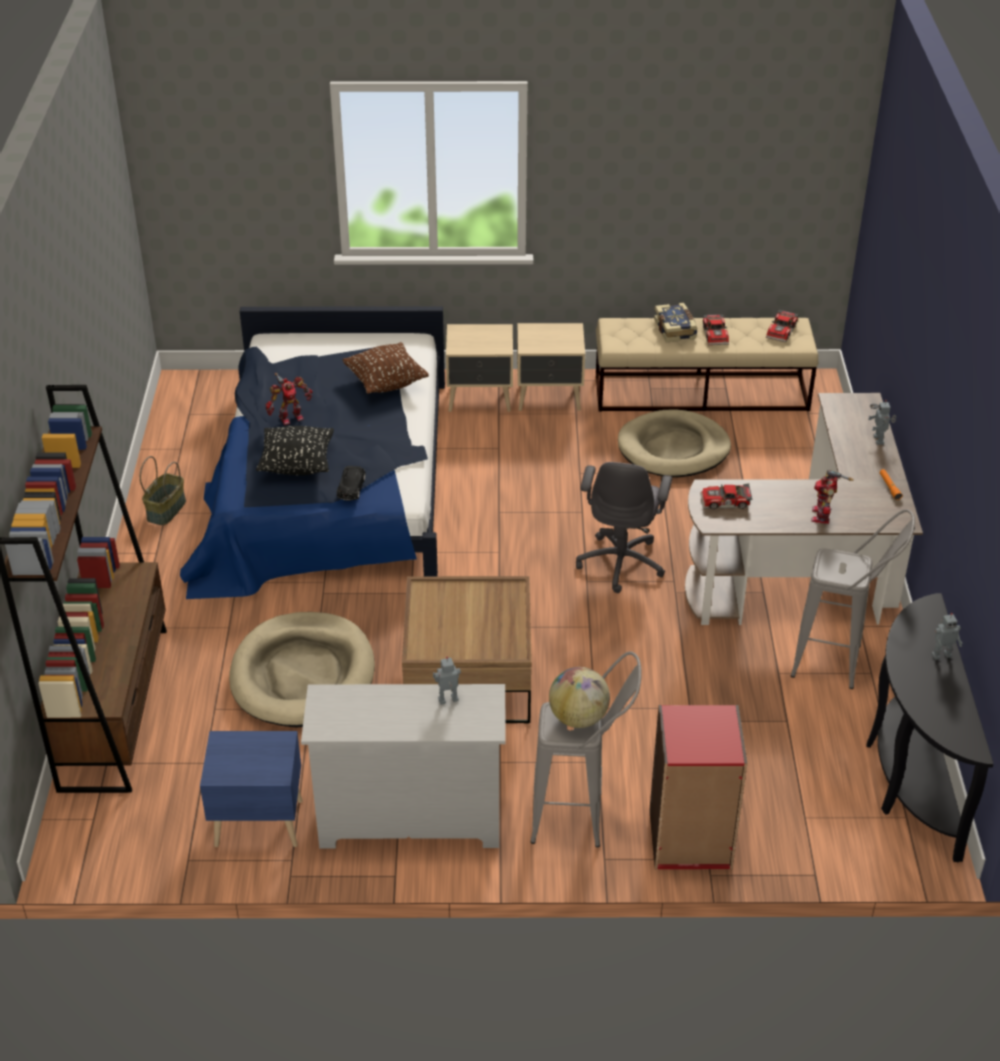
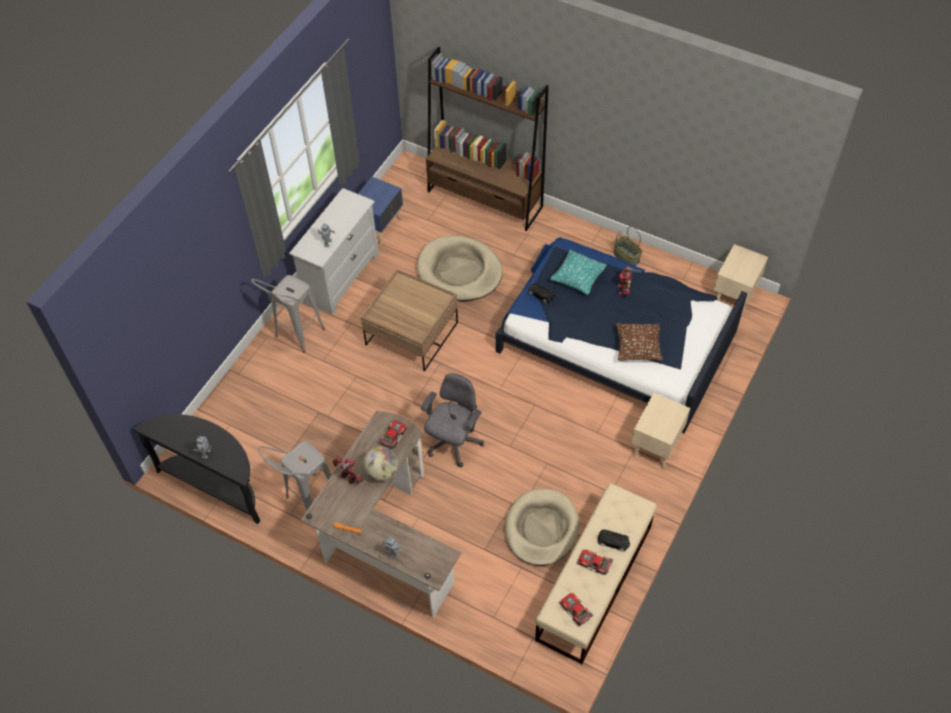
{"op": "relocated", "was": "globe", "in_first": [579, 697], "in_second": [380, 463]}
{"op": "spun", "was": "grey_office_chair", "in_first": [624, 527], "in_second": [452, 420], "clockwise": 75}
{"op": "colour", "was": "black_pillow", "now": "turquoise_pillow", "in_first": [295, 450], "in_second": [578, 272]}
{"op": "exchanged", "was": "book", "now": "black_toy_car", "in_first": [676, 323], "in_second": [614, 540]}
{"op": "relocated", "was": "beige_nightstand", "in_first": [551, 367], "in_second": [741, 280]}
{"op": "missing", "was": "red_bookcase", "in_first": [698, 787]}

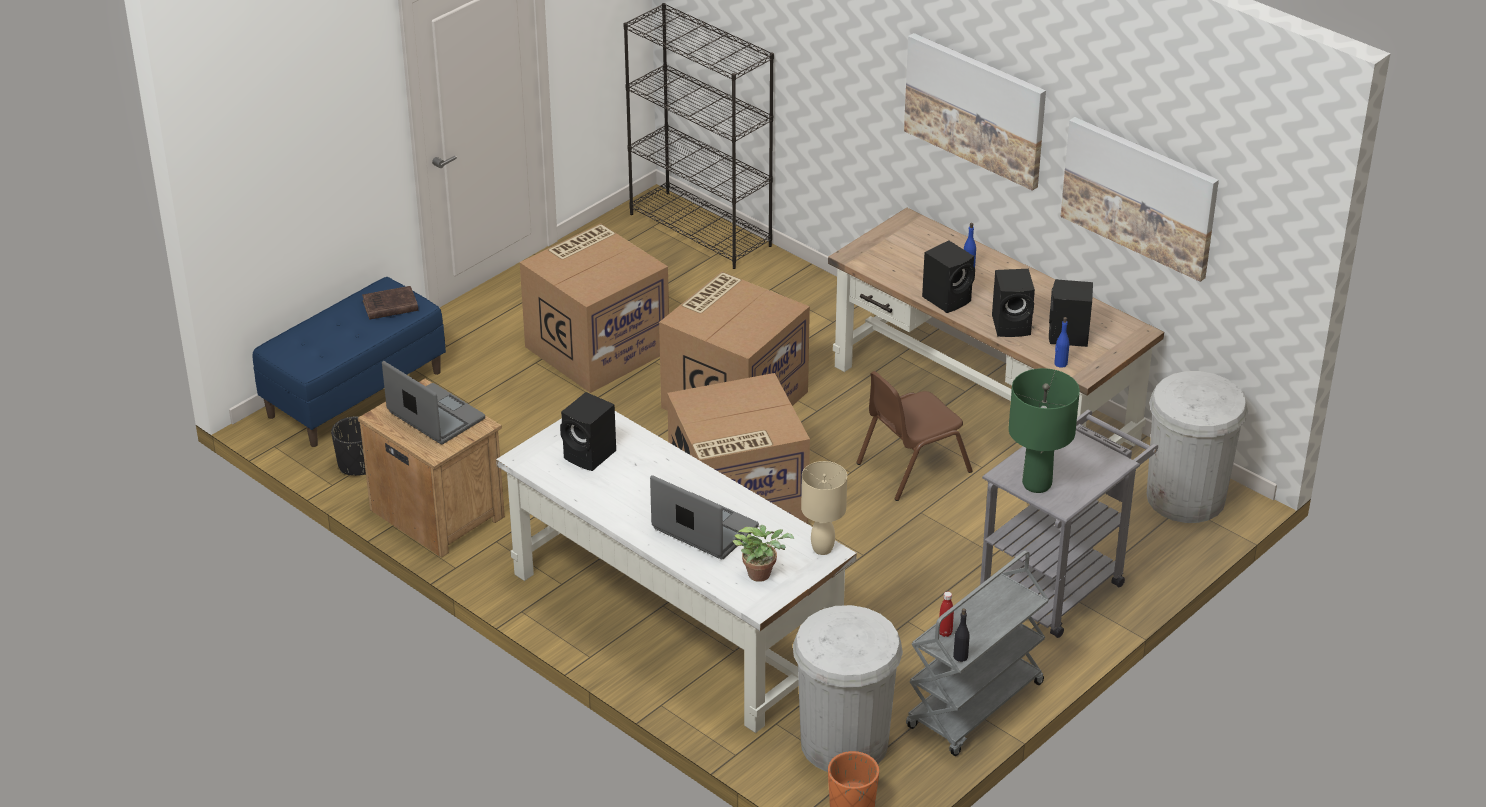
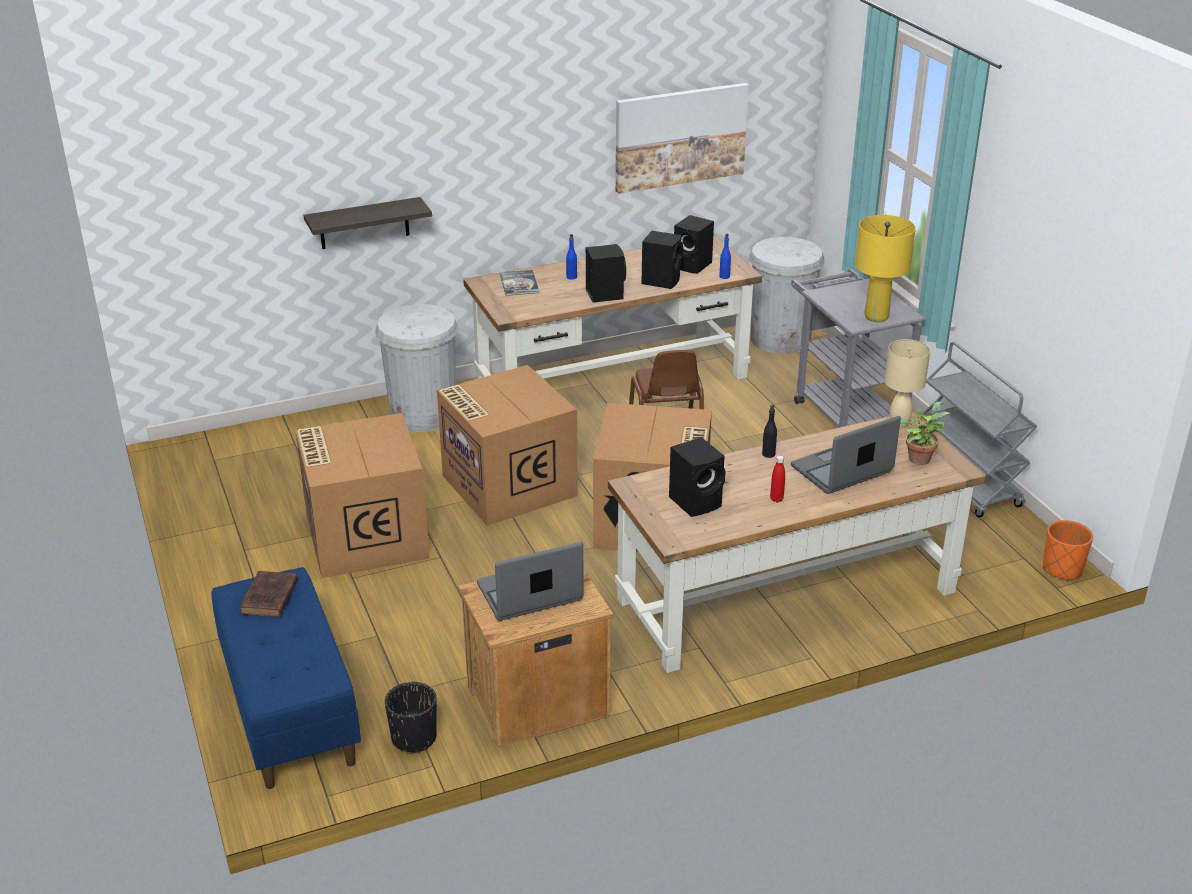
{"op": "appeared", "now": "shelf", "in_second": [367, 223]}
{"op": "relocated", "was": "white_trash_can", "in_first": [848, 688], "in_second": [416, 368]}
{"op": "appeared", "now": "book", "in_second": [519, 283]}
{"op": "colour", "was": "white_desk", "now": "brown_desk", "in_first": [676, 572], "in_second": [797, 542]}
{"op": "relocated", "was": "black_bottle", "in_first": [961, 635], "in_second": [769, 431]}
{"op": "relocated", "was": "red_bottle", "in_first": [946, 614], "in_second": [777, 478]}
{"op": "colour", "was": "green_table_lamp", "now": "yellow_table_lamp", "in_first": [1044, 430], "in_second": [885, 268]}
{"op": "missing", "was": "black_bookcase", "in_first": [698, 136]}
{"op": "missing", "was": "picture", "in_first": [975, 112]}

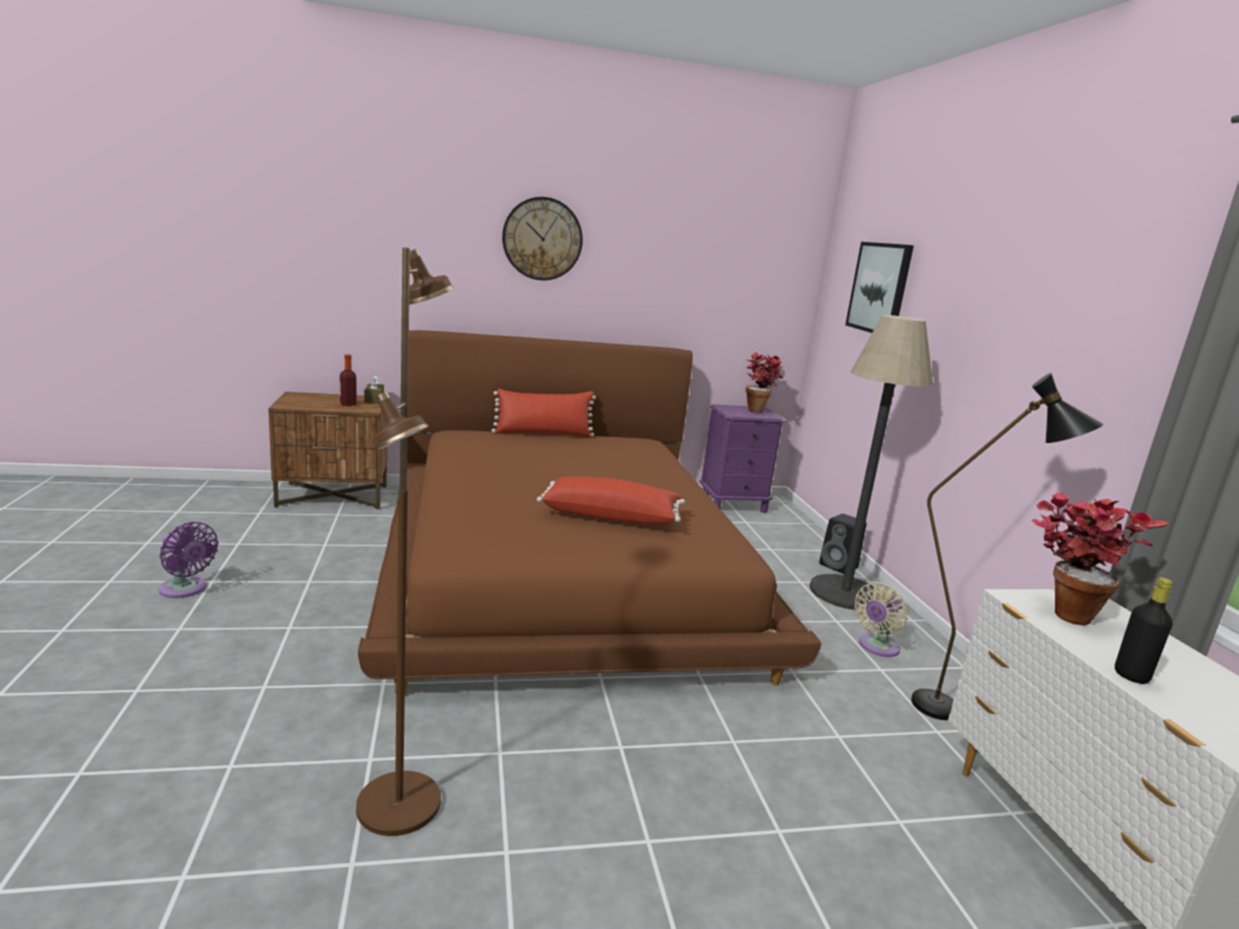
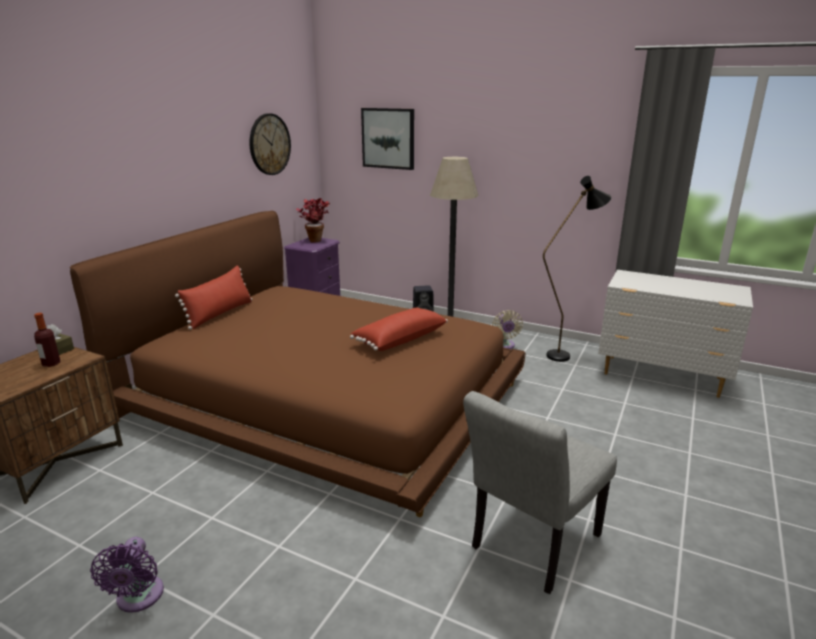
{"op": "spun", "was": "purple_fan", "in_first": [189, 560], "in_second": [127, 575], "clockwise": 105}
{"op": "relocated", "was": "wall_clock", "in_first": [542, 238], "in_second": [270, 144]}
{"op": "exchanged", "was": "brown_floor_lamp", "now": "grey_chair", "in_first": [405, 541], "in_second": [540, 492]}
{"op": "missing", "was": "potted_plant", "in_first": [1100, 559]}
{"op": "missing", "was": "black_bottle", "in_first": [1144, 630]}

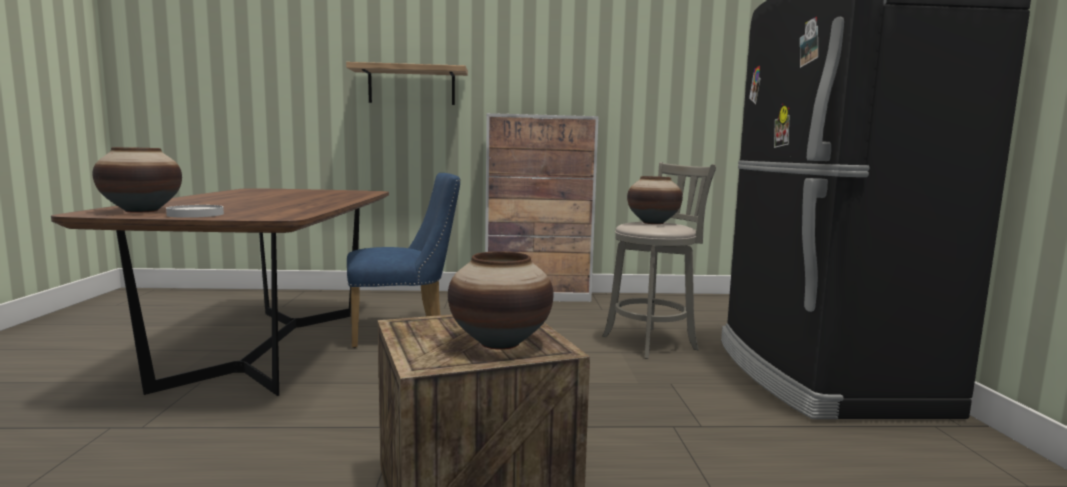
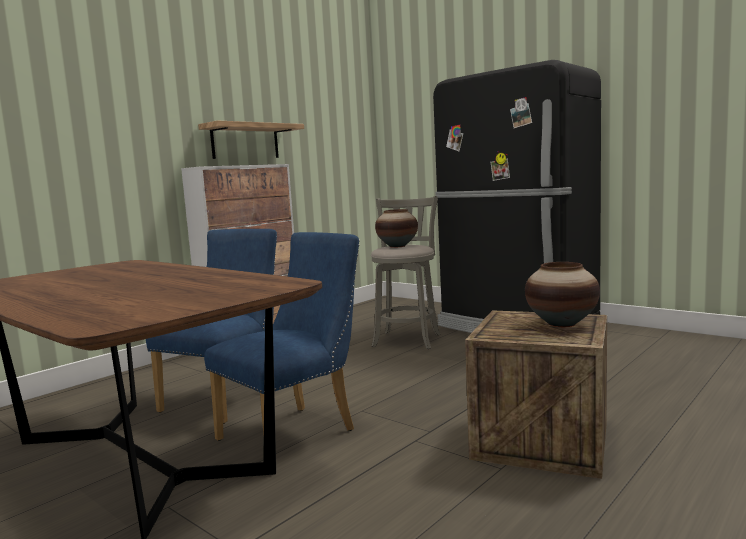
{"op": "relocated", "was": "shelf", "in_first": [407, 83], "in_second": [251, 140]}
{"op": "appeared", "now": "blue_chair", "in_second": [282, 336]}
{"op": "missing", "was": "vase", "in_first": [137, 180]}
{"op": "missing", "was": "white_plate", "in_first": [195, 211]}

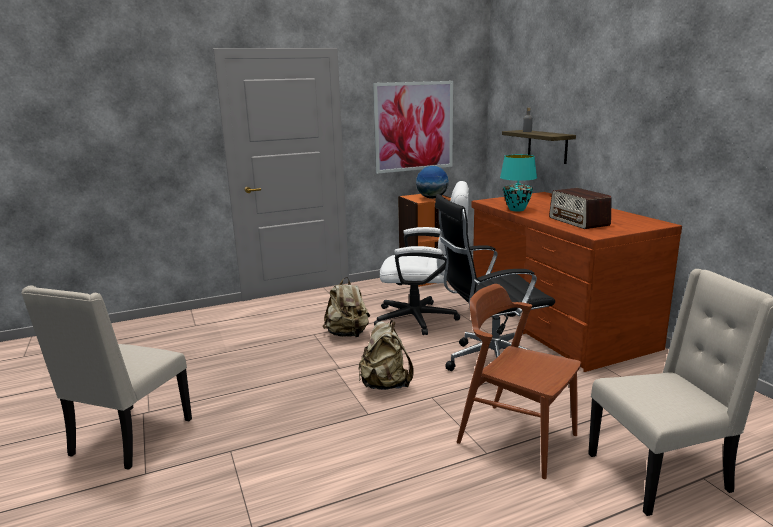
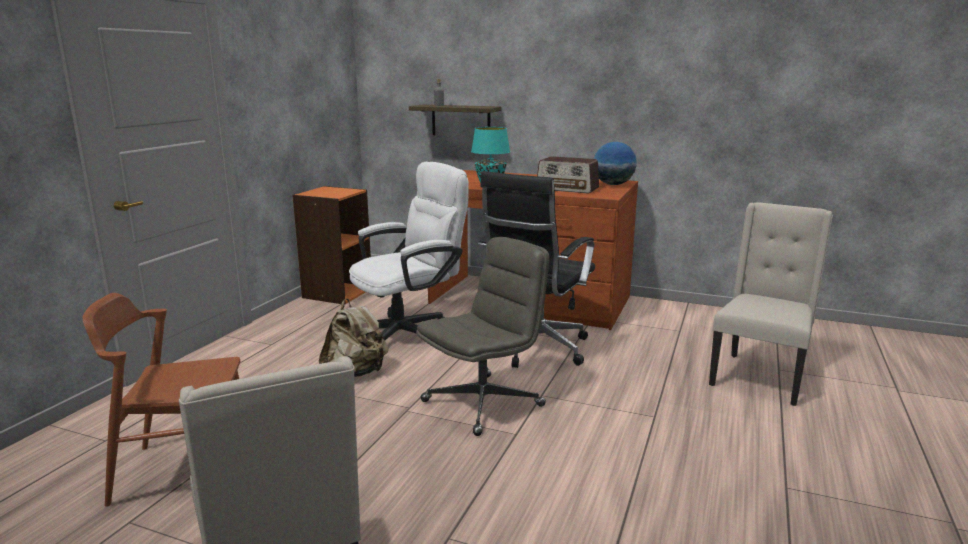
{"op": "relocated", "was": "brown_chair", "in_first": [519, 381], "in_second": [161, 400]}
{"op": "exchanged", "was": "beige_backpack", "now": "grey_office_chair", "in_first": [386, 355], "in_second": [482, 336]}
{"op": "relocated", "was": "globe", "in_first": [432, 182], "in_second": [615, 163]}
{"op": "missing", "was": "picture", "in_first": [413, 127]}

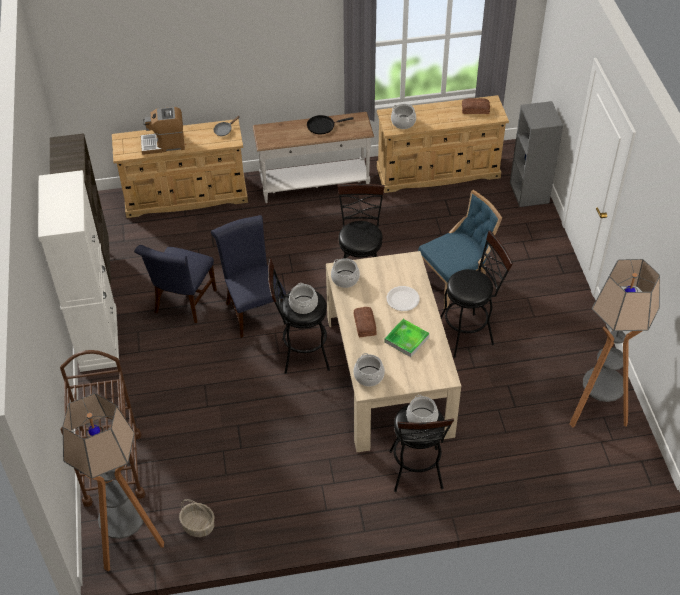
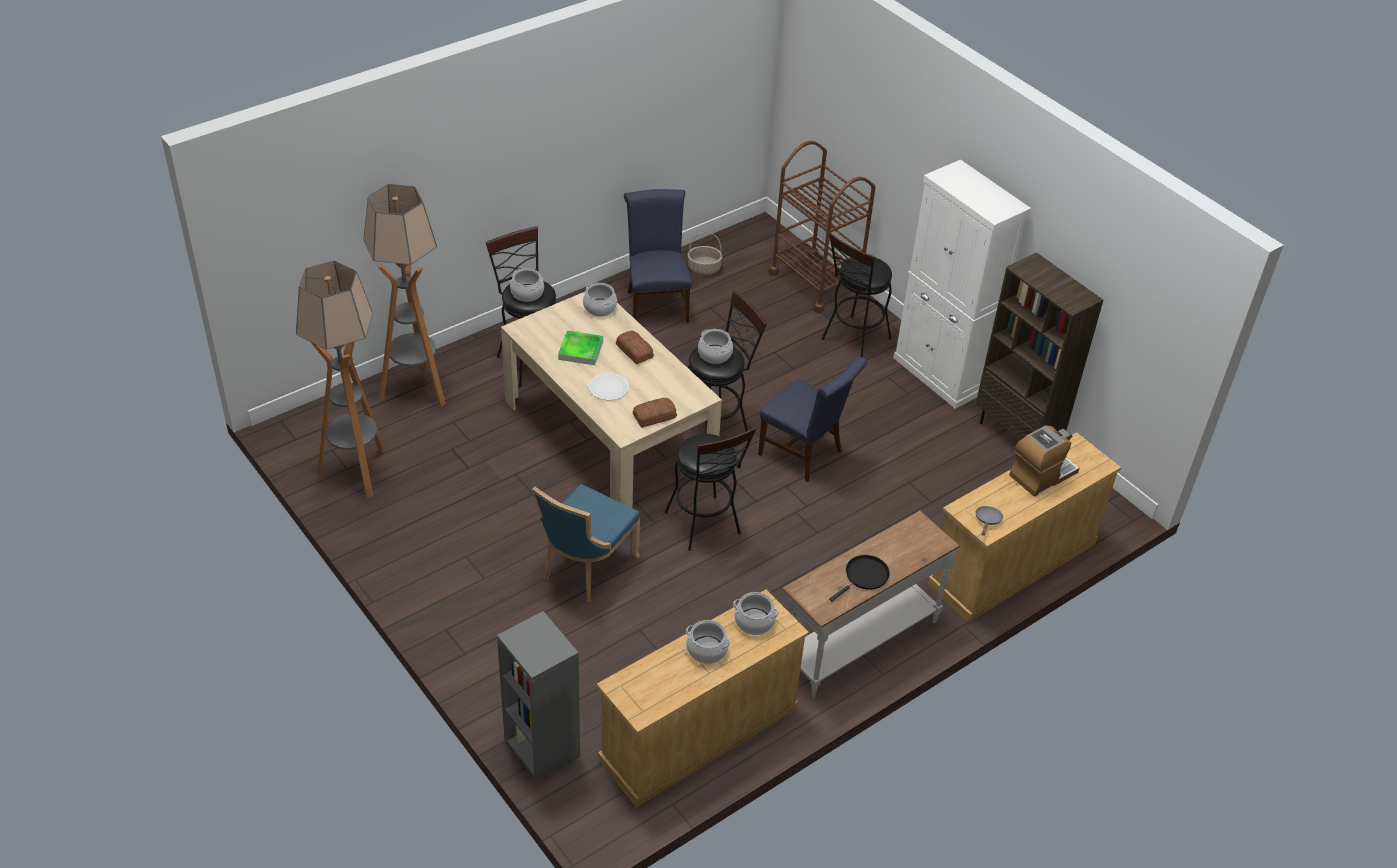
{"op": "relocated", "was": "floor_lamp", "in_first": [113, 482], "in_second": [404, 295]}
{"op": "relocated", "was": "blue_chair", "in_first": [175, 284], "in_second": [658, 256]}
{"op": "relocated", "was": "bread", "in_first": [476, 106], "in_second": [655, 413]}
{"op": "relocated", "was": "cooking_pot", "in_first": [345, 273], "in_second": [708, 642]}
{"op": "relocated", "was": "black_stool", "in_first": [477, 294], "in_second": [856, 295]}

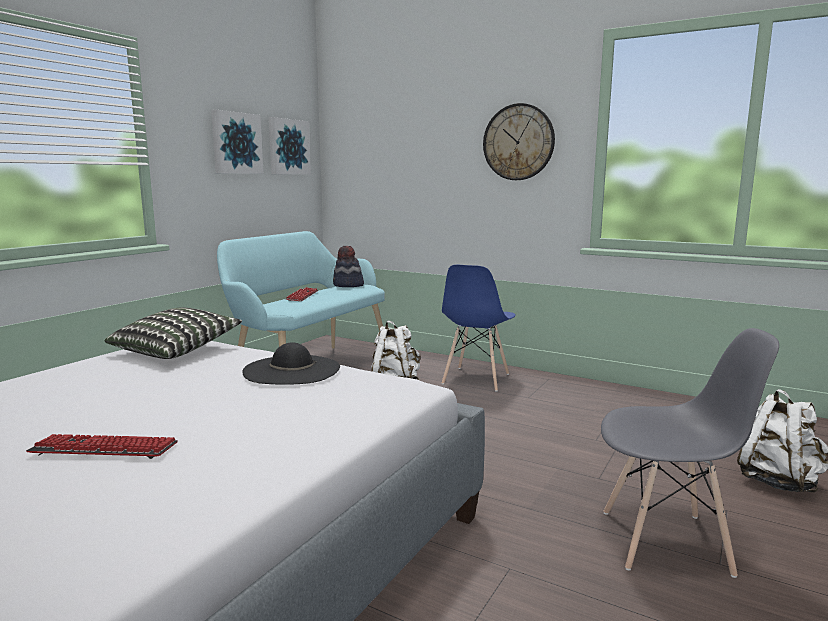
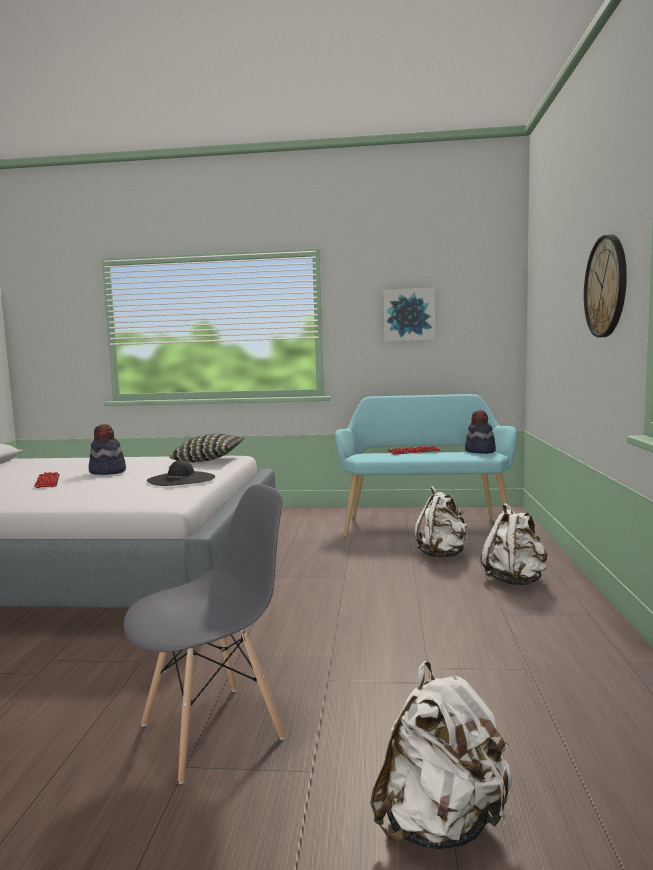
{"op": "appeared", "now": "hat", "in_second": [107, 449]}
{"op": "spun", "was": "grey_chair", "in_first": [690, 453], "in_second": [204, 634], "clockwise": -105}
{"op": "exchanged", "was": "blue_chair", "now": "white_backpack", "in_first": [479, 328], "in_second": [514, 544]}
{"op": "missing", "was": "picture", "in_first": [289, 146]}

